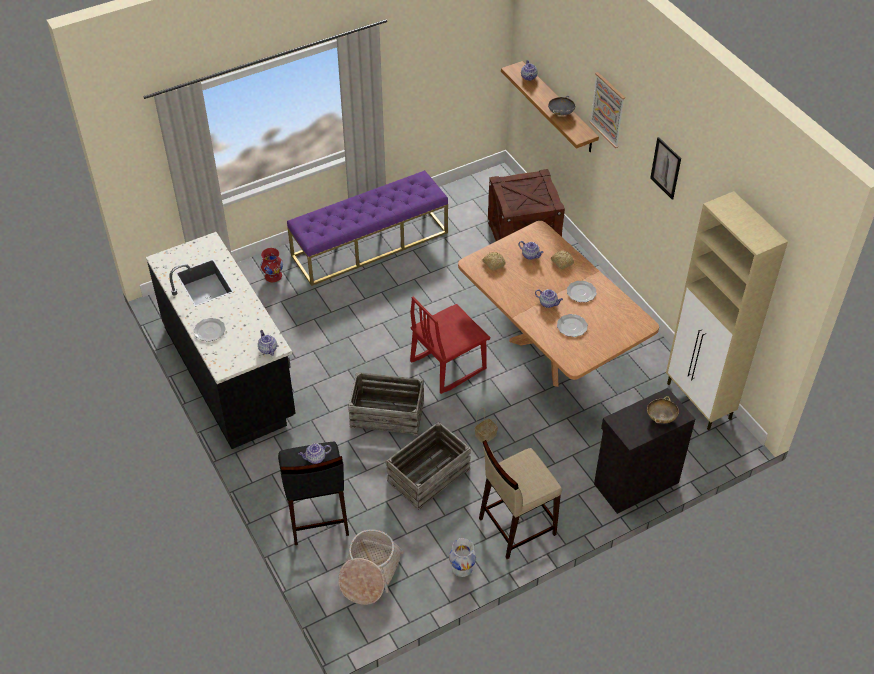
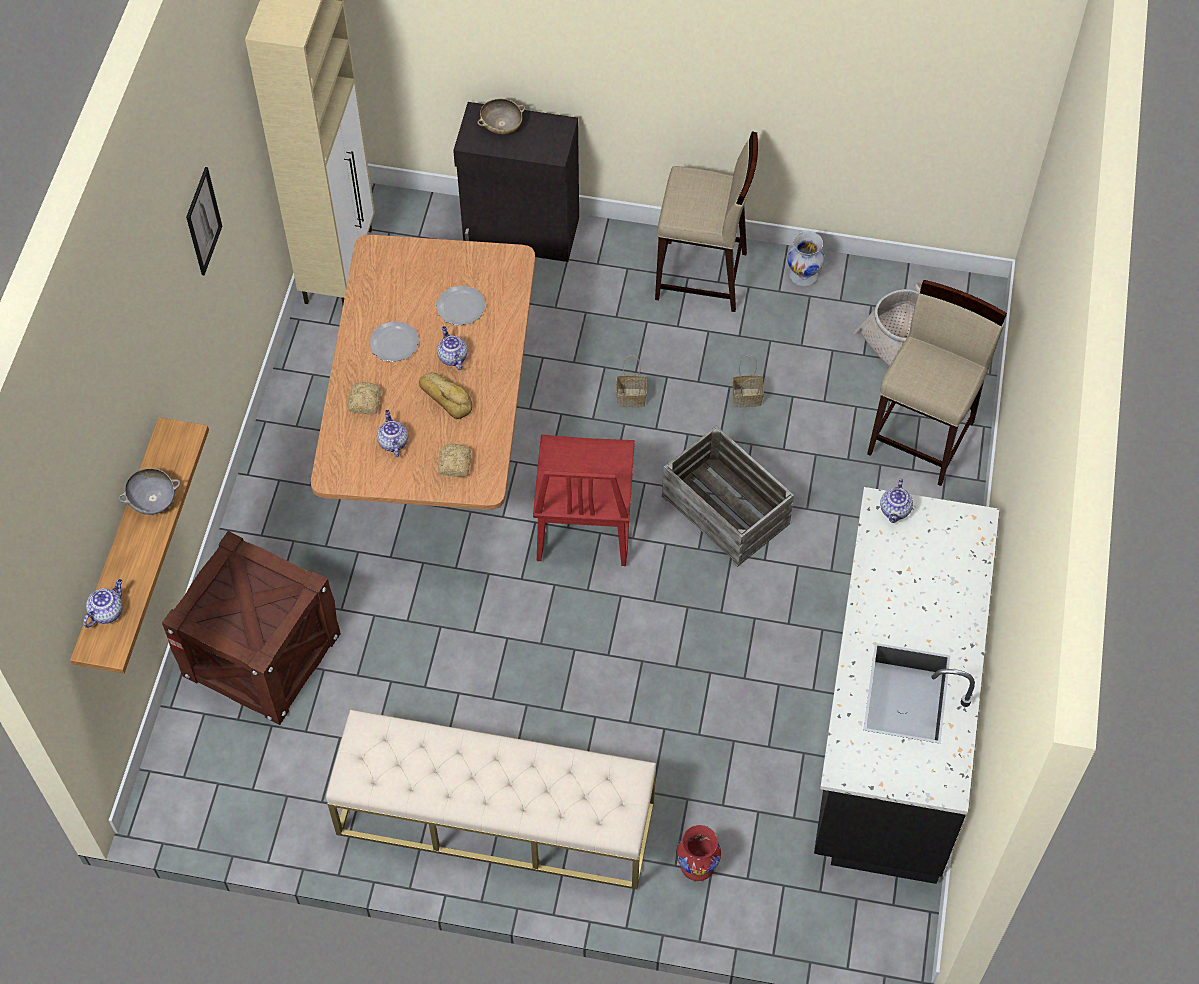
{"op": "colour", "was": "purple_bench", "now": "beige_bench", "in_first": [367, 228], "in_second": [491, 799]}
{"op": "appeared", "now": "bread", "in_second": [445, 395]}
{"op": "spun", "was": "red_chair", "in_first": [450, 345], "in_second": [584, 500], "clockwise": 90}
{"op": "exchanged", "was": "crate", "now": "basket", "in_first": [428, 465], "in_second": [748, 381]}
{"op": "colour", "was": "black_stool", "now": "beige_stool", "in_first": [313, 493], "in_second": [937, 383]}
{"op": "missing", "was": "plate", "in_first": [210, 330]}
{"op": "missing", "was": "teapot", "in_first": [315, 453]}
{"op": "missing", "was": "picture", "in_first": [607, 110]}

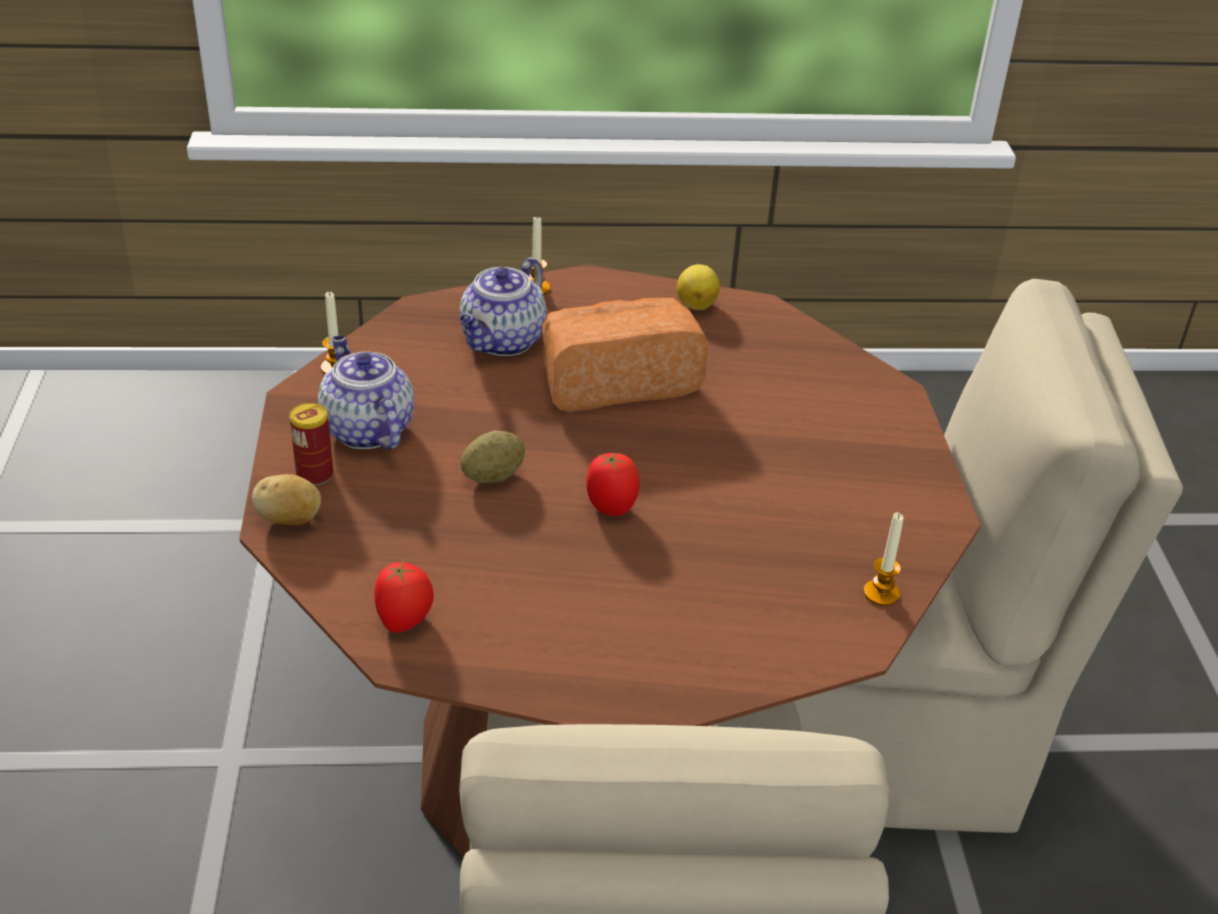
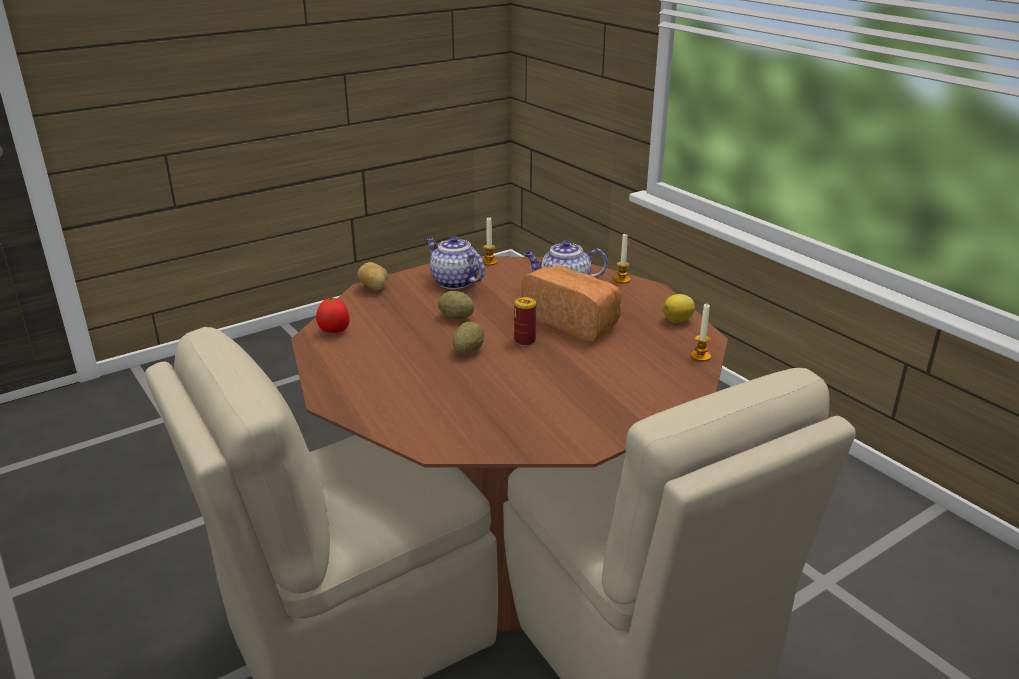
{"op": "spun", "was": "teapot", "in_first": [366, 393], "in_second": [455, 262], "clockwise": -75}
{"op": "exchanged", "was": "tomato", "now": "potato", "in_first": [613, 484], "in_second": [468, 338]}
{"op": "relocated", "was": "can", "in_first": [311, 444], "in_second": [525, 321]}
{"op": "relocated", "was": "candle", "in_first": [884, 559], "in_second": [701, 333]}

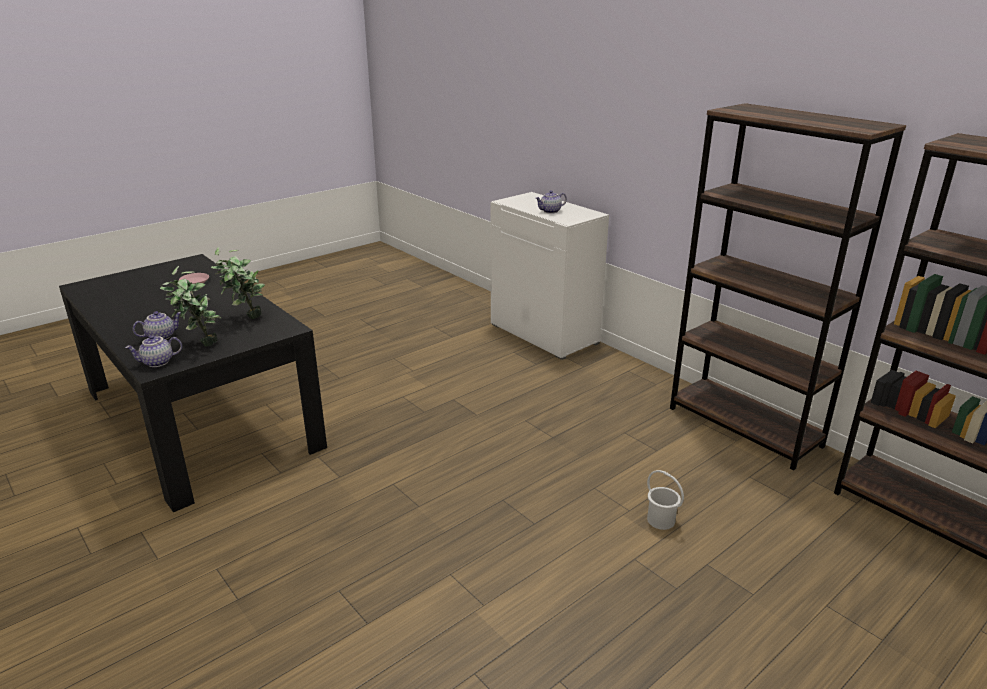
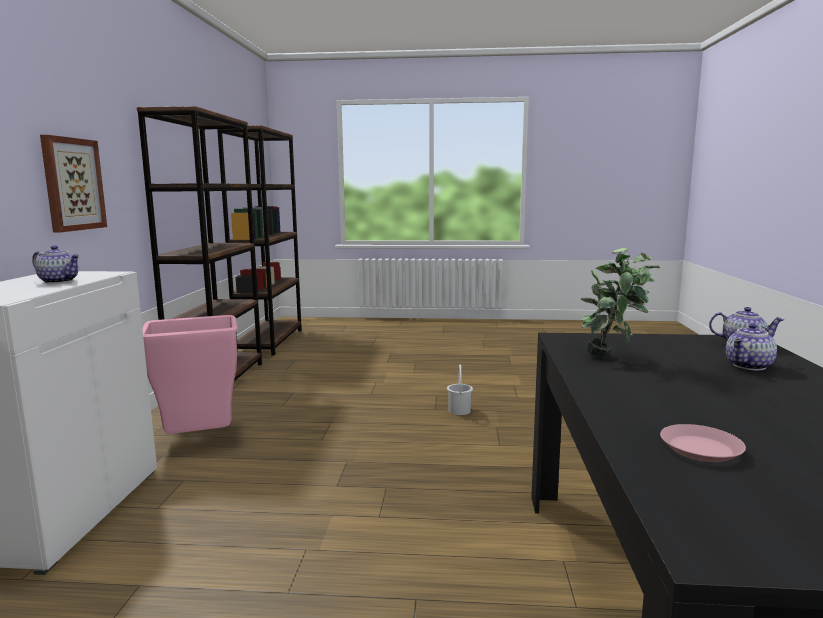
{"op": "appeared", "now": "picture", "in_second": [73, 183]}
{"op": "appeared", "now": "pink_trash_can", "in_second": [190, 374]}
{"op": "relocated", "was": "white_bucket", "in_first": [665, 500], "in_second": [460, 390]}
{"op": "spun", "was": "teapot", "in_first": [157, 325], "in_second": [751, 346], "clockwise": -45}
{"op": "missing", "was": "potted_plant", "in_first": [191, 306]}

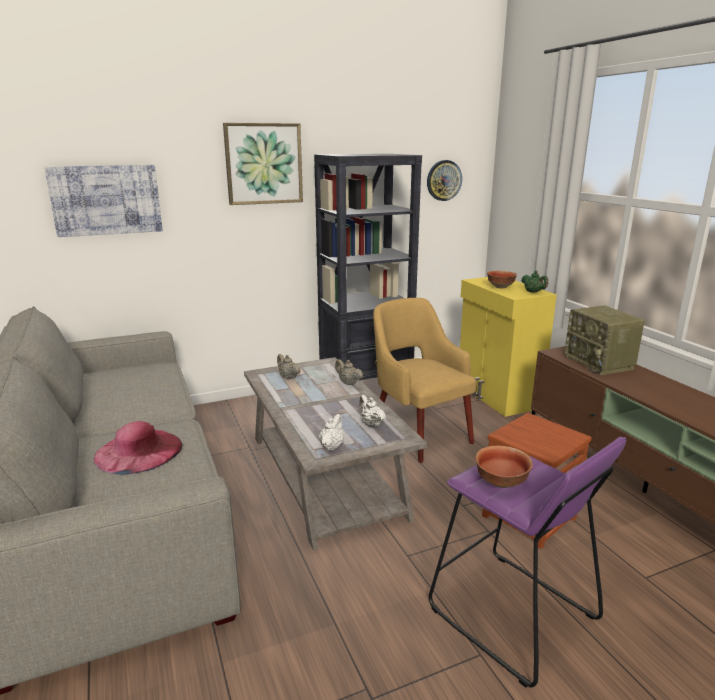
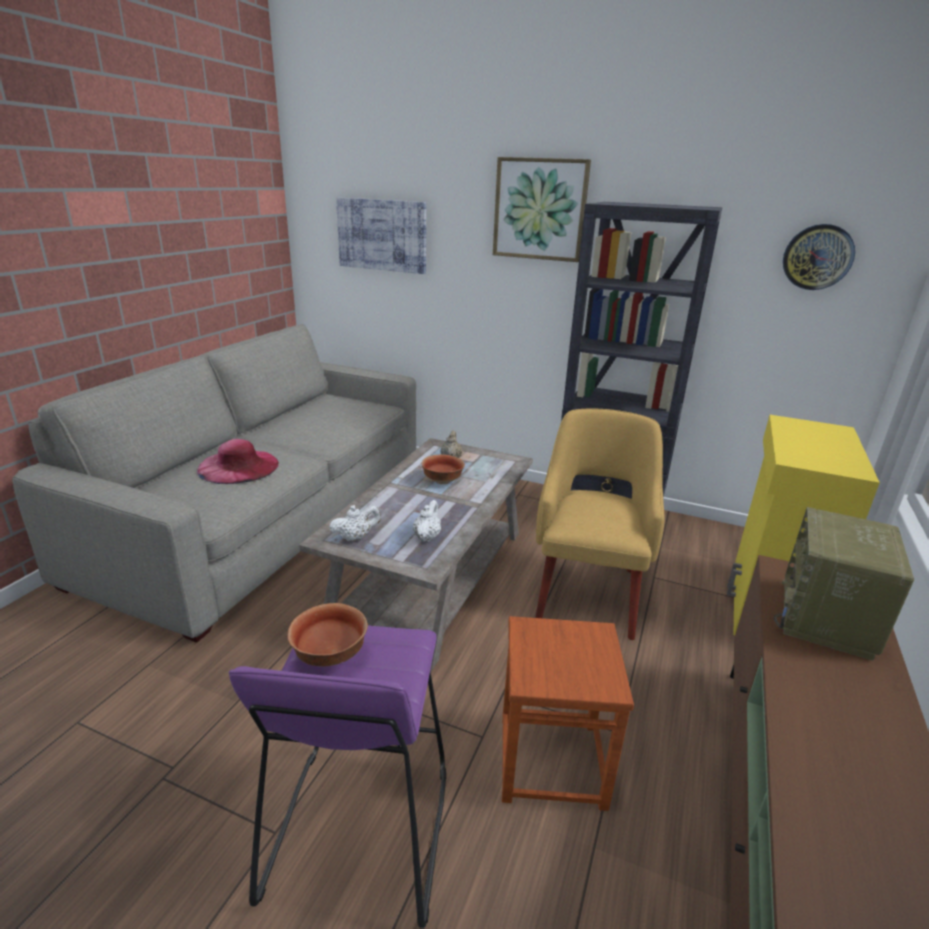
{"op": "relocated", "was": "bowl", "in_first": [502, 279], "in_second": [443, 469]}
{"op": "missing", "was": "beige_teapot", "in_first": [349, 372]}
{"op": "missing", "was": "green_teapot", "in_first": [534, 282]}

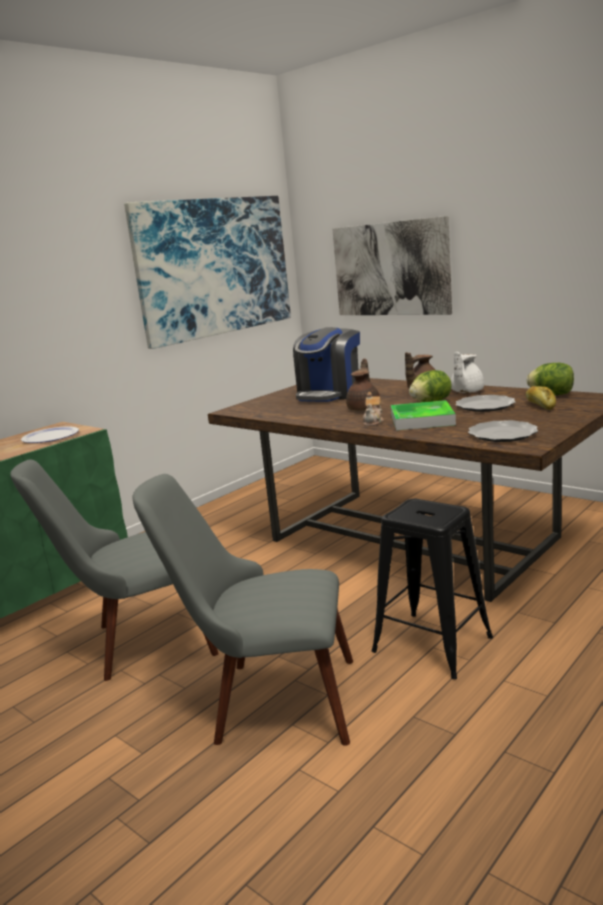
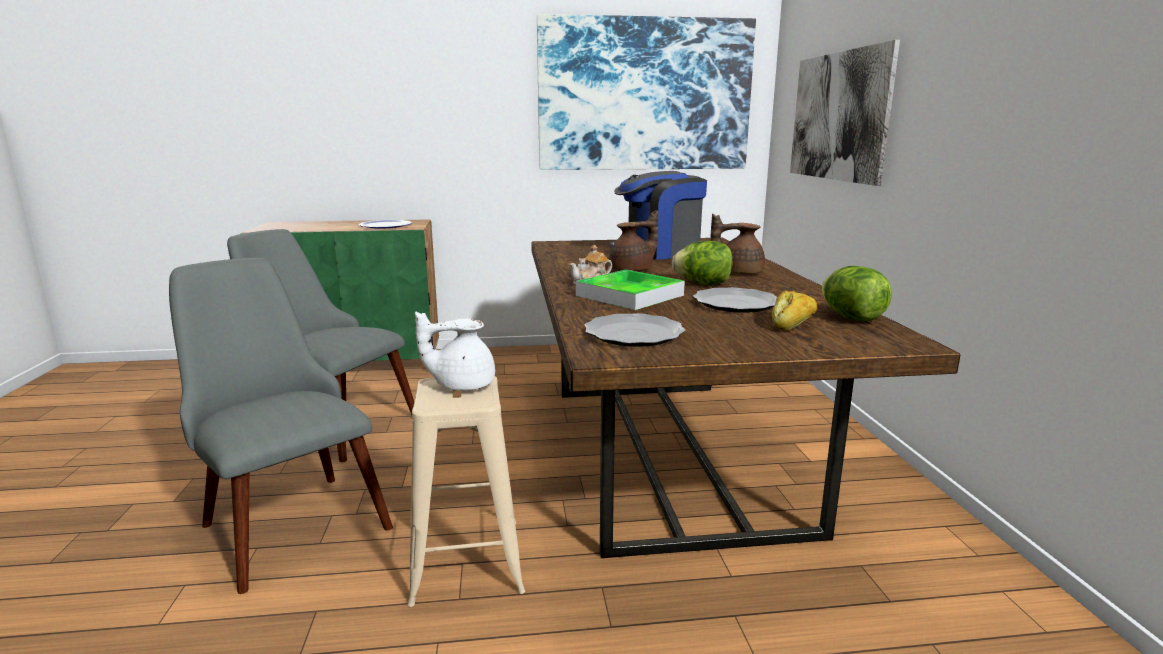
{"op": "colour", "was": "black_stool", "now": "beige_stool", "in_first": [432, 589], "in_second": [466, 491]}
{"op": "relocated", "was": "white_teapot", "in_first": [467, 372], "in_second": [455, 350]}

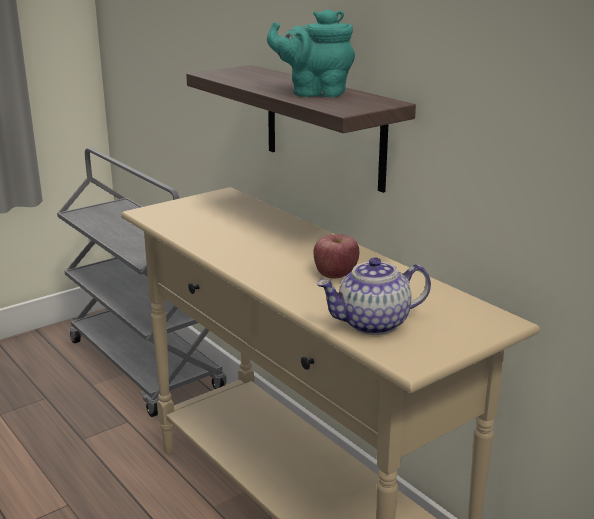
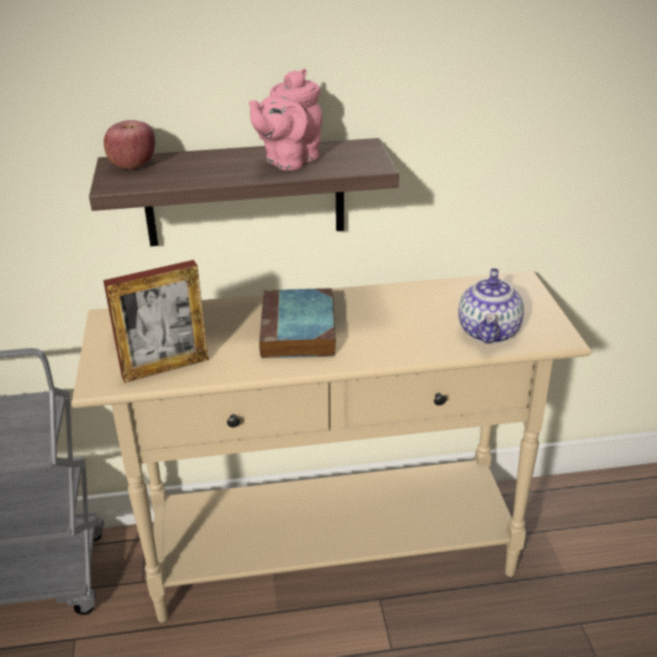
{"op": "appeared", "now": "picture_frame", "in_second": [156, 321]}
{"op": "relocated", "was": "apple", "in_first": [336, 256], "in_second": [129, 144]}
{"op": "colour", "was": "turquoise_teapot", "now": "pink_teapot", "in_first": [311, 53], "in_second": [285, 119]}
{"op": "appeared", "now": "book", "in_second": [297, 323]}

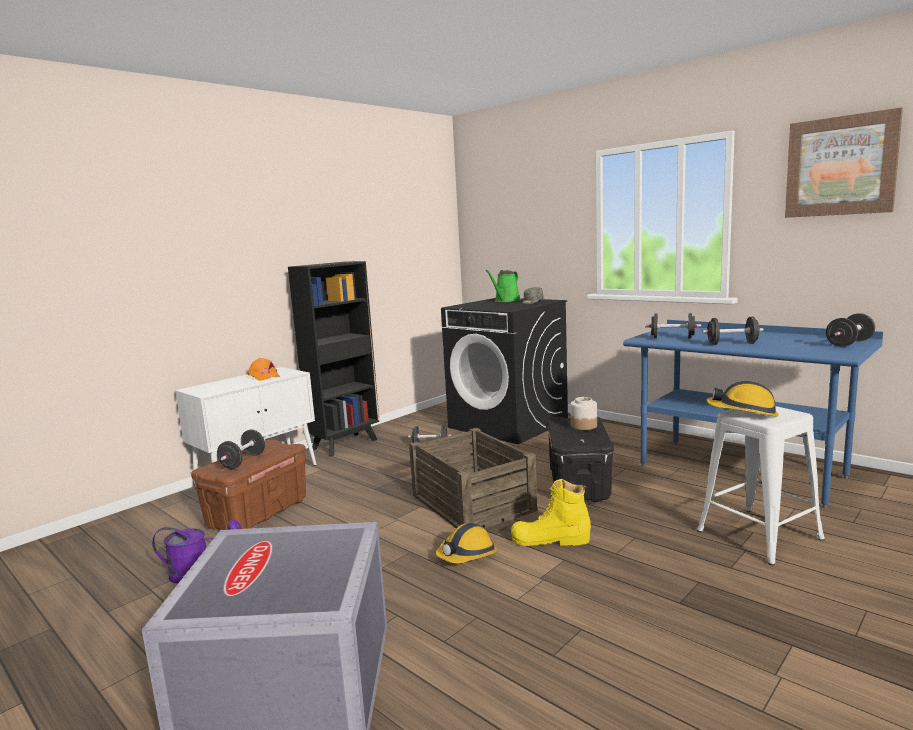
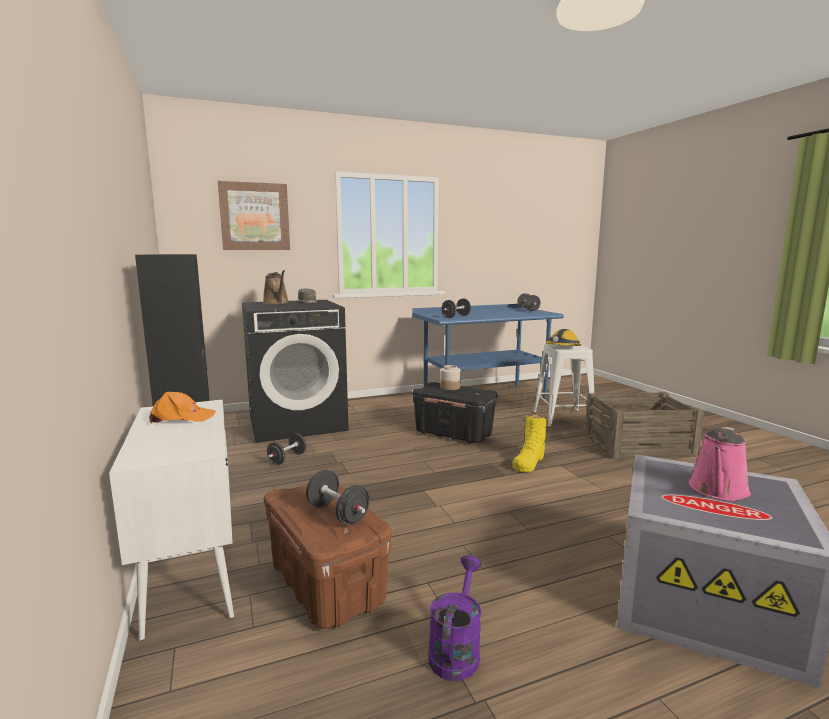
{"op": "relocated", "was": "picture", "in_first": [844, 162], "in_second": [254, 215]}
{"op": "colour", "was": "green_watering_can", "now": "brown_watering_can", "in_first": [503, 286], "in_second": [275, 287]}
{"op": "relocated", "was": "crate", "in_first": [473, 478], "in_second": [645, 425]}
{"op": "appeared", "now": "pink_watering_can", "in_second": [720, 464]}
{"op": "missing", "was": "hard_hat", "in_first": [467, 543]}
{"op": "missing", "was": "black_dumbbell", "in_first": [733, 331]}

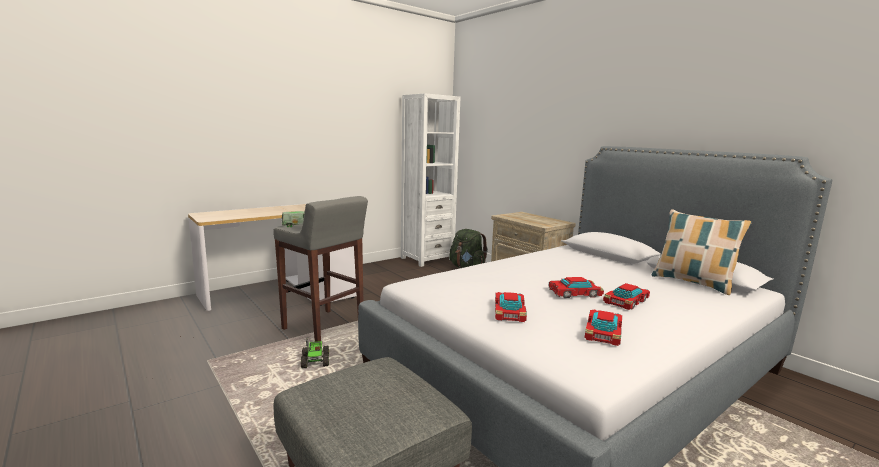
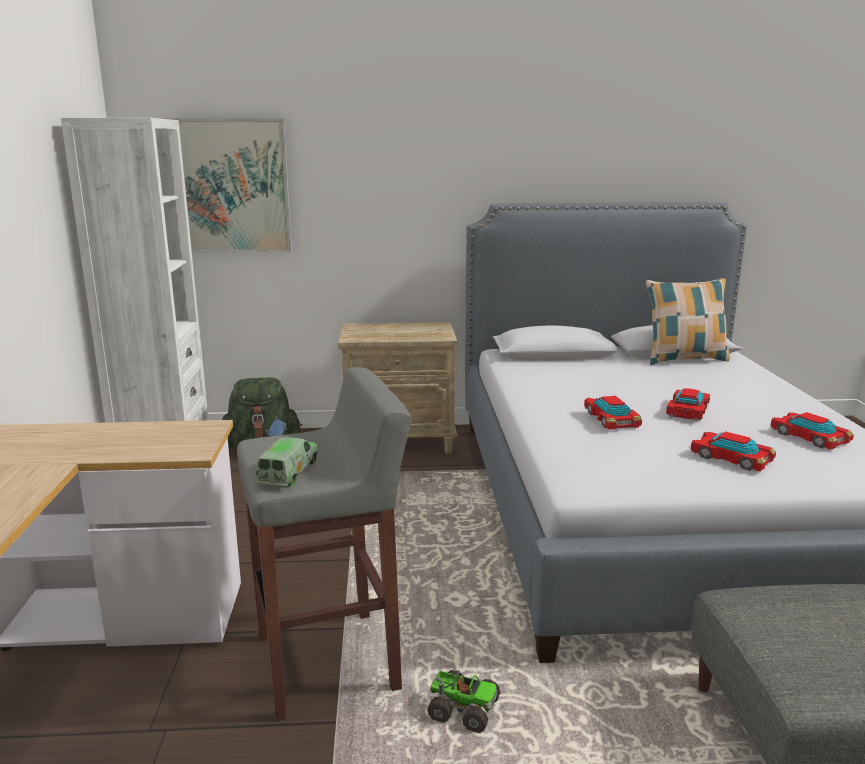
{"op": "appeared", "now": "picture", "in_second": [225, 185]}
{"op": "relocated", "was": "toy_car", "in_first": [626, 296], "in_second": [613, 413]}

